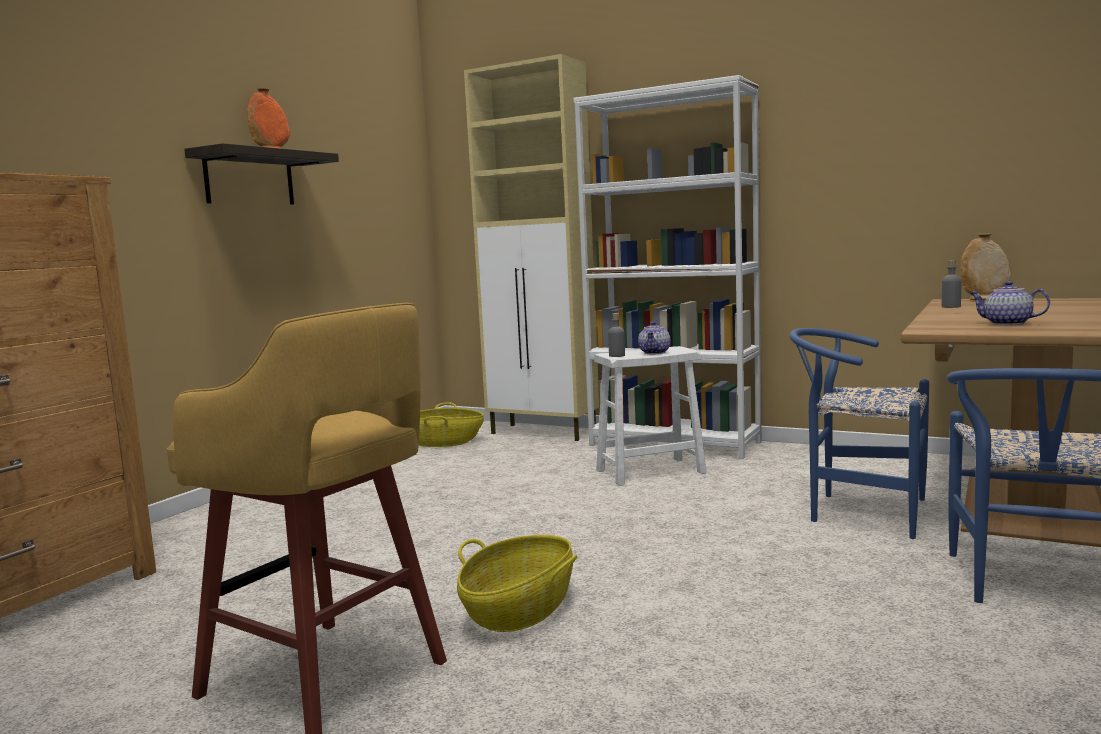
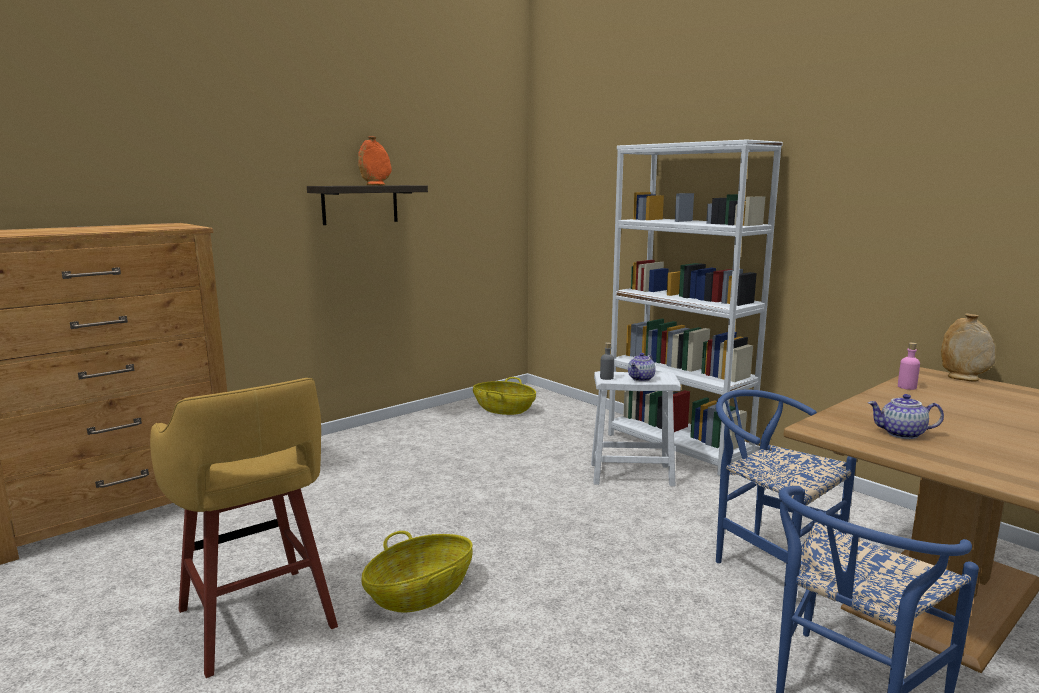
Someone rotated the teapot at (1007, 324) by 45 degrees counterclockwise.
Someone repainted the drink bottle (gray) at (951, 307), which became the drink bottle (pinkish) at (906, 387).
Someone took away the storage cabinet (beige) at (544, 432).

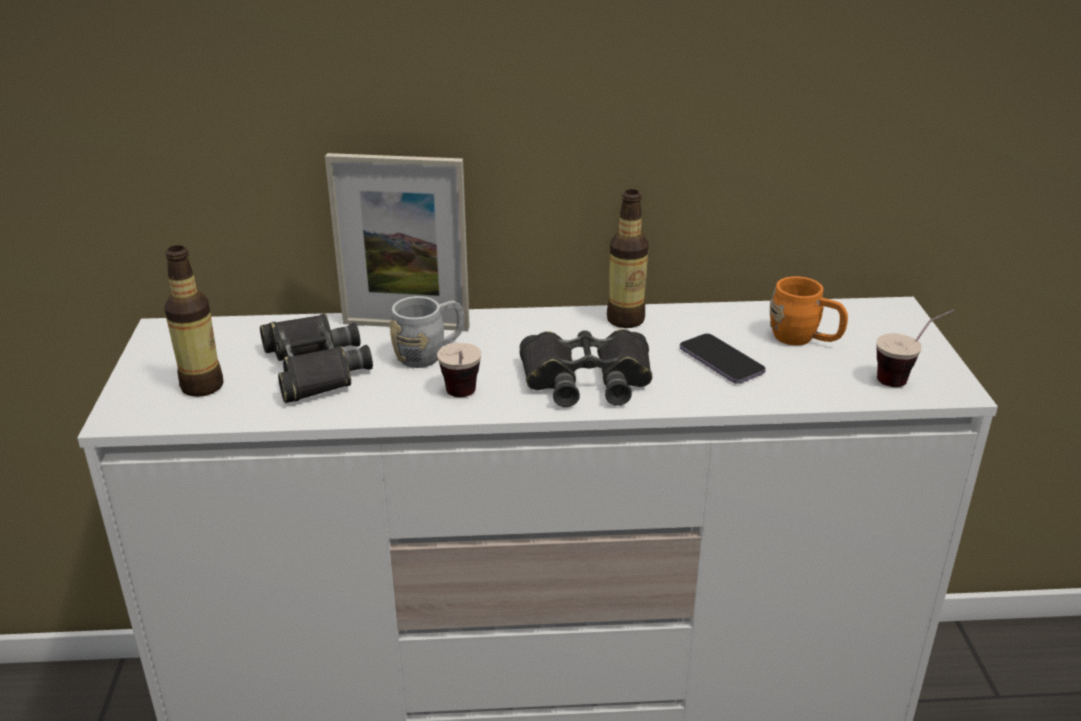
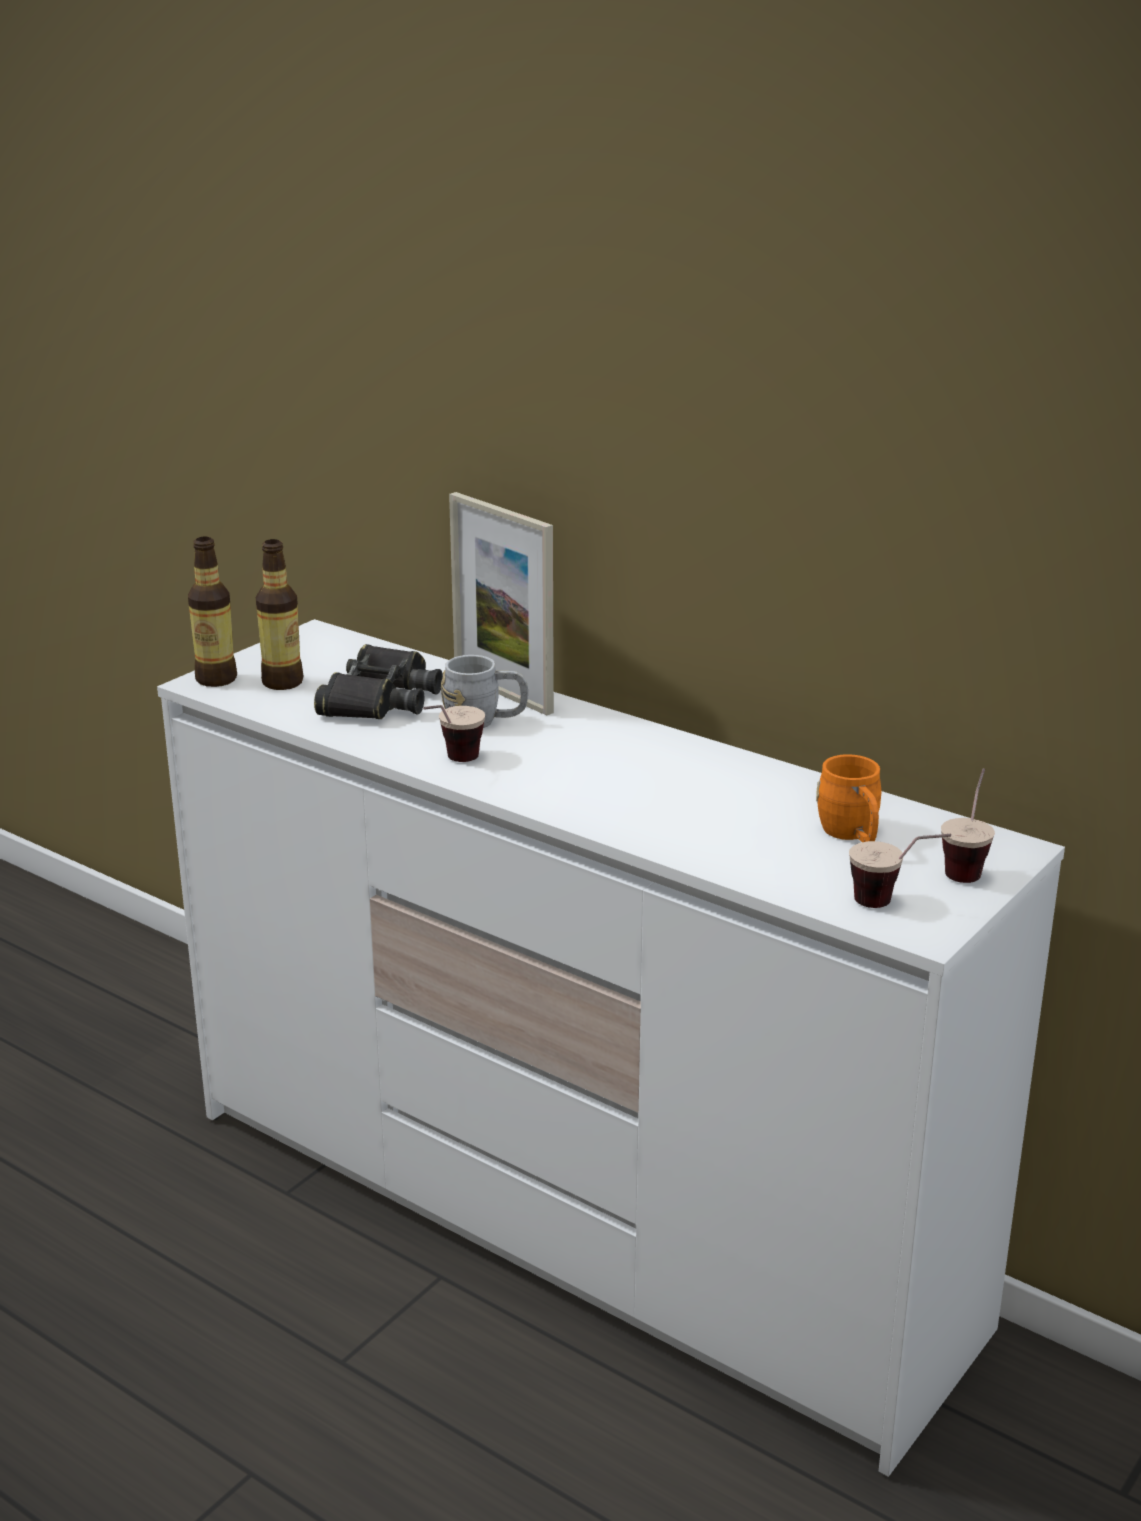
Someone carried the drink bottle from (625, 320) to (216, 679).
Someone put down the cup at (966, 865).
Someone took away the field glasses (black) at (586, 379).
Someone took away the phone at (721, 361).

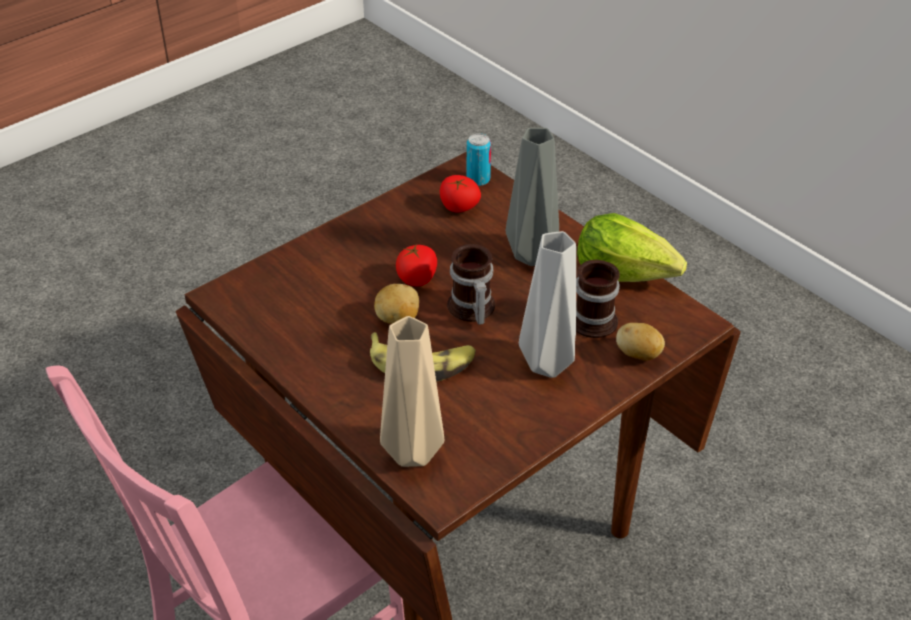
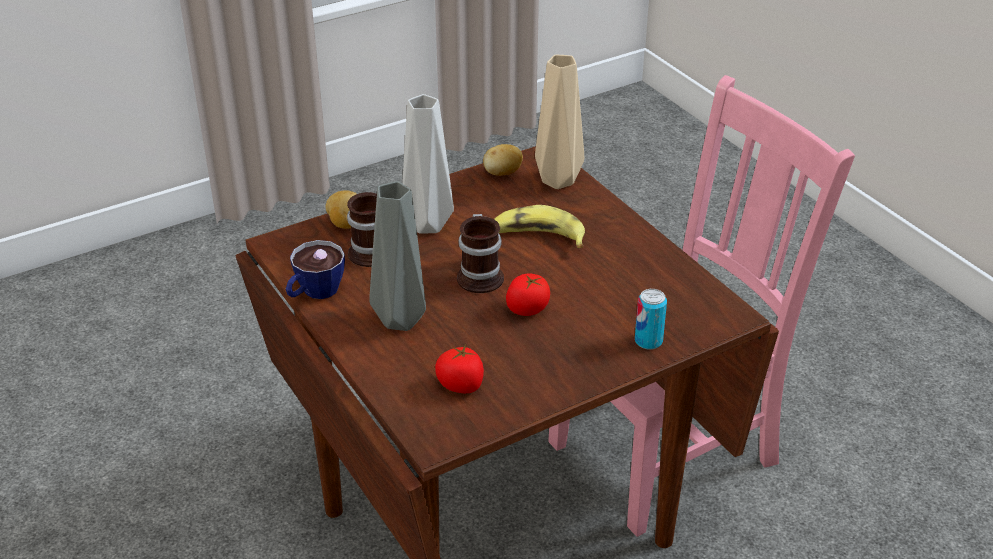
Someone swapped the lettuce at (625, 272) for the cup at (314, 293).
Someone carried the spud from (397, 319) to (502, 173).
Someone carried the can from (478, 179) to (648, 341).

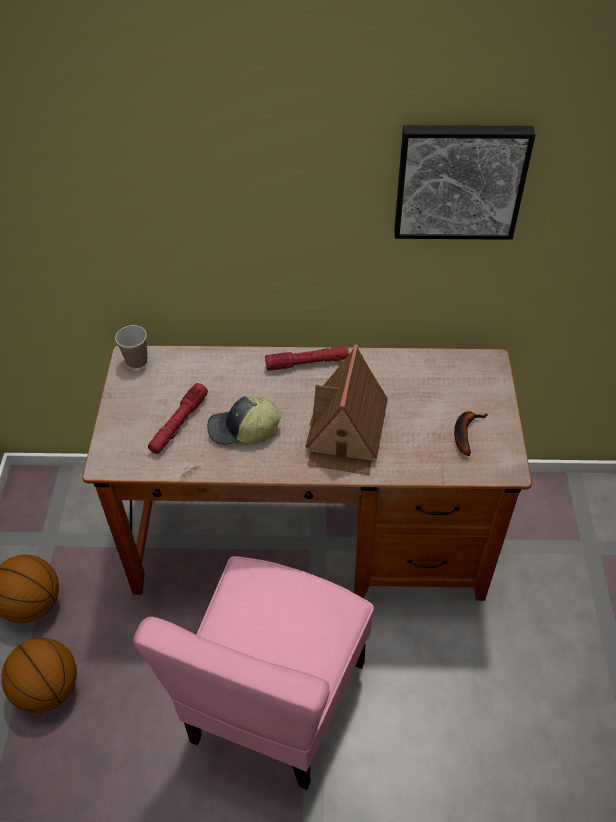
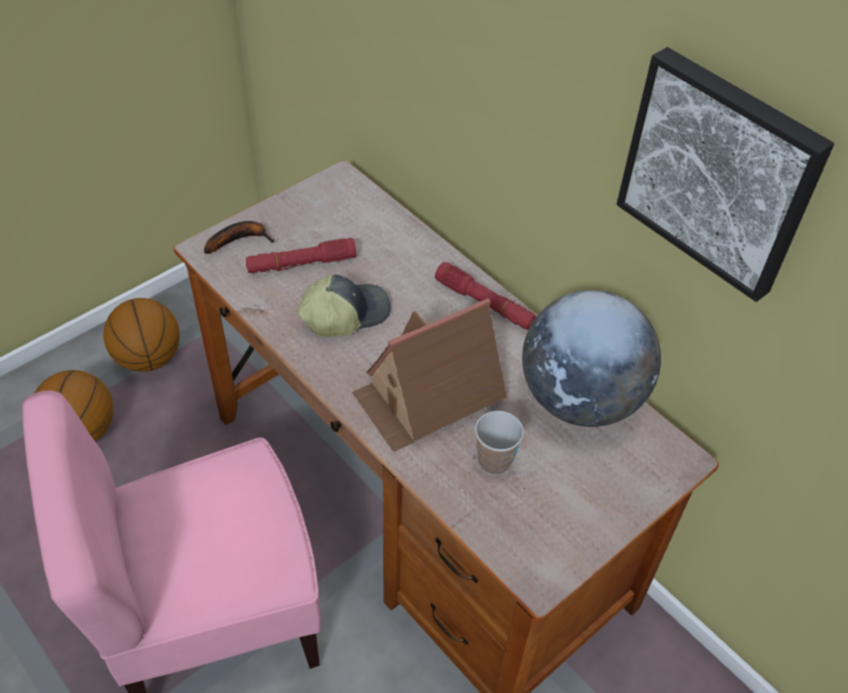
Someone carried the banana from (465, 432) to (240, 240).
Someone rotated the peaked cap at (243, 430) by 105 degrees clockwise.
Someone carried the cup from (136, 361) to (494, 461).
Someone put down the world globe at (580, 399).

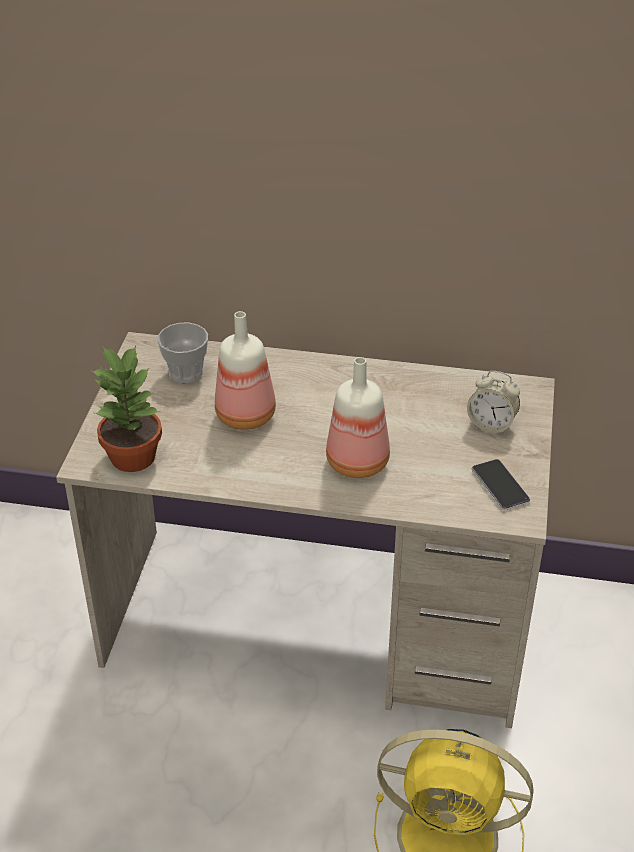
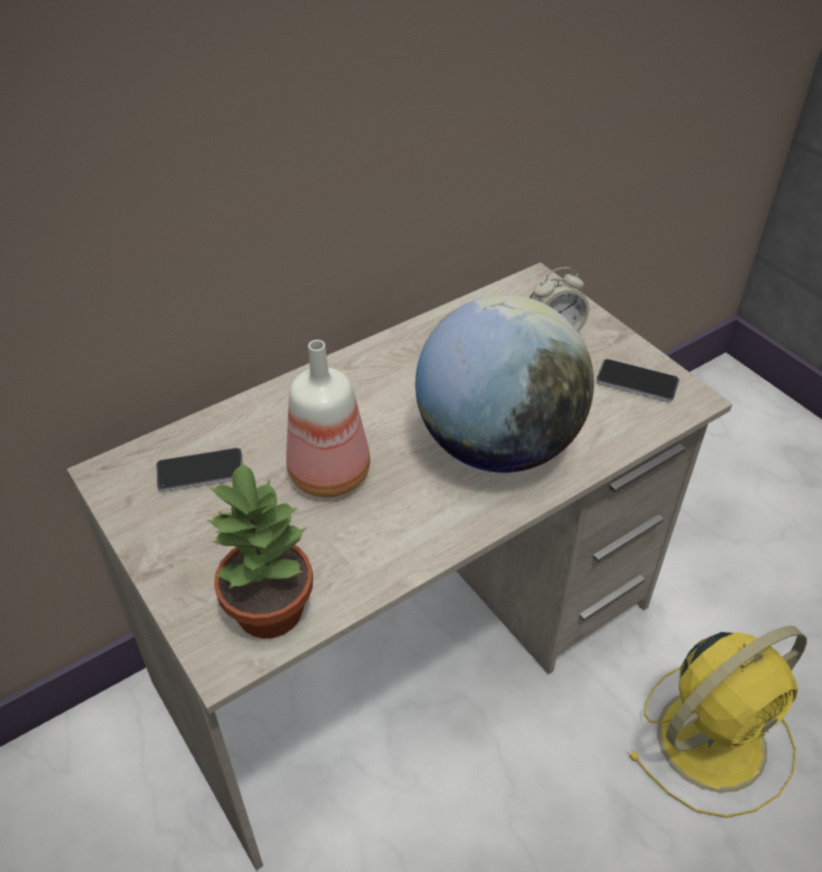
Someone swapped the cup at (185, 372) for the phone at (200, 471).
Someone swapped the drink bottle at (357, 461) for the world globe at (497, 444).

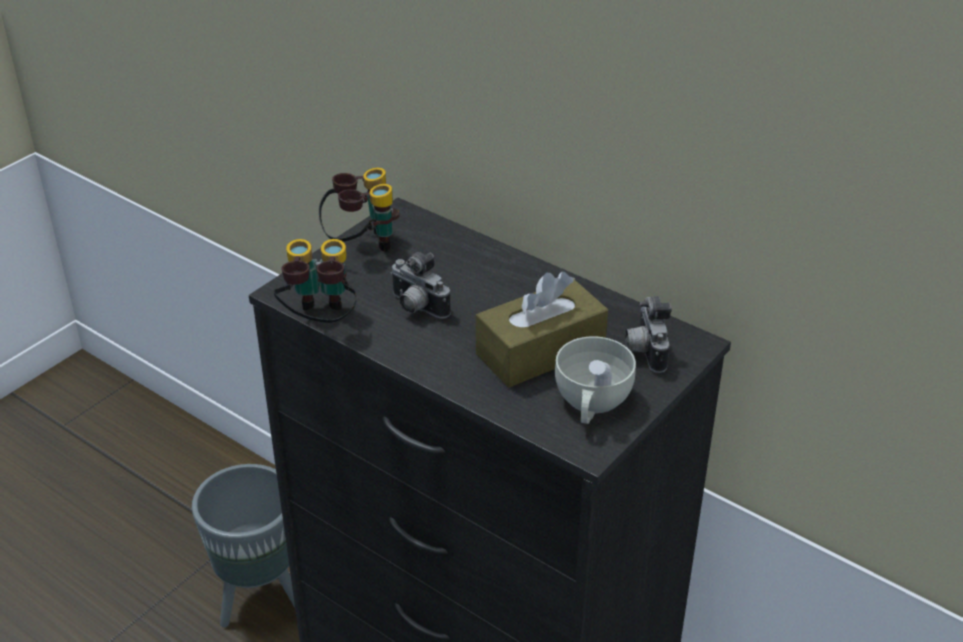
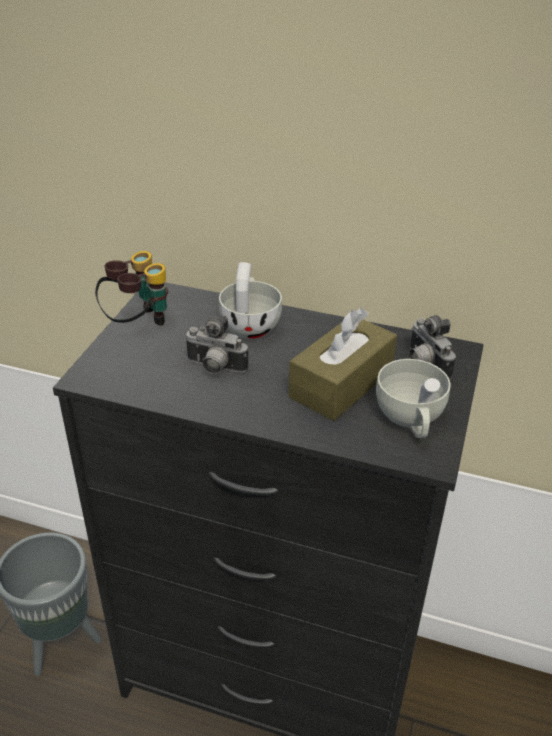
Someone put down the cup (white) at (250, 324).
Someone took away the field glasses at (319, 322).

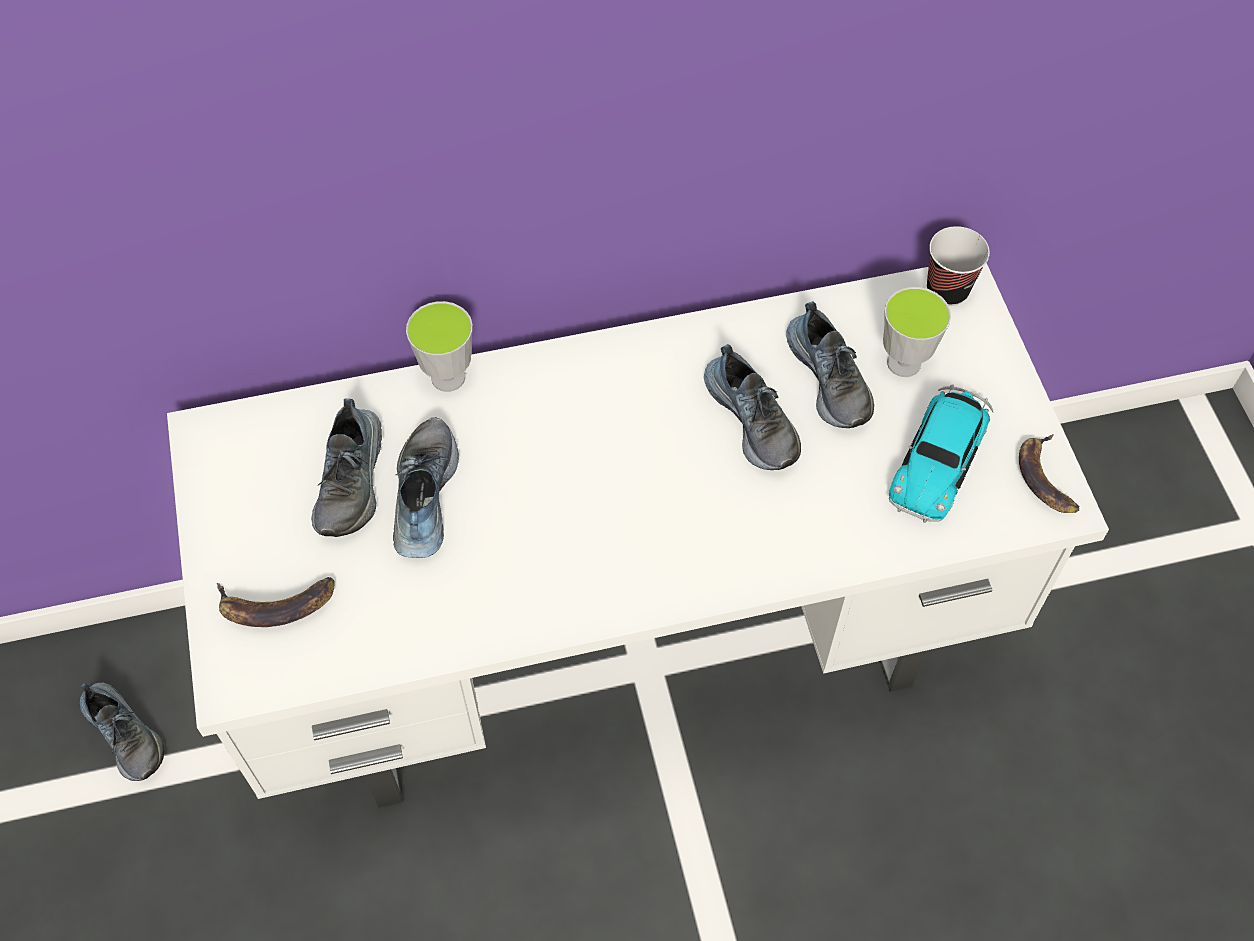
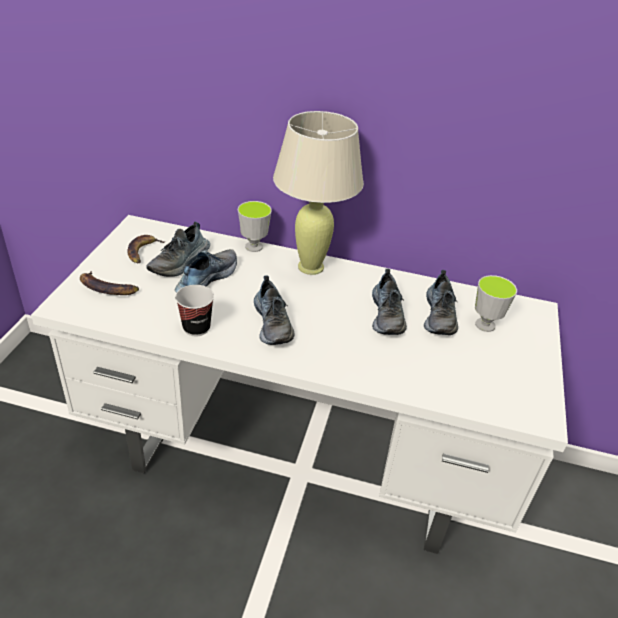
Someone carried the banana from (1046, 478) to (143, 252).
Someone carried the cup from (947, 290) to (196, 328).
Someone carried the item of footwear from (126, 734) to (273, 323).
Someone put down the tabletop lamp (beige) at (311, 267).
Someone took away the miniature car at (939, 457).

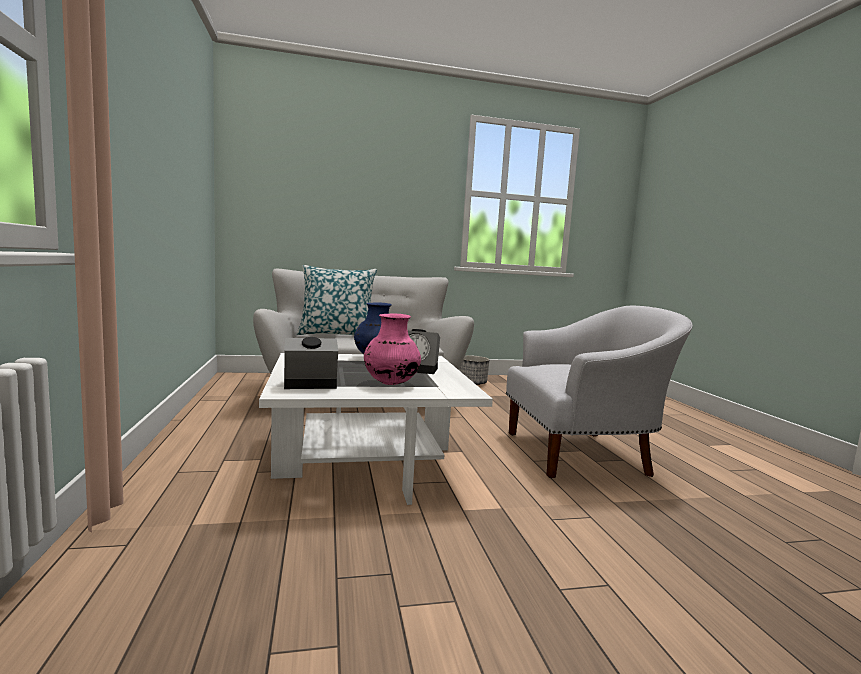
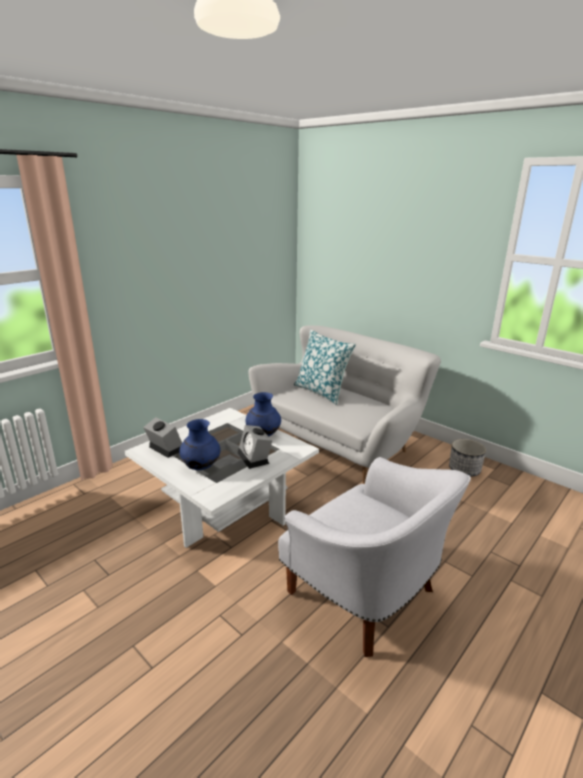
Someone repainted the flower vase (pinkish) at (390, 383), which became the flower vase (blue-coloured) at (201, 466).

